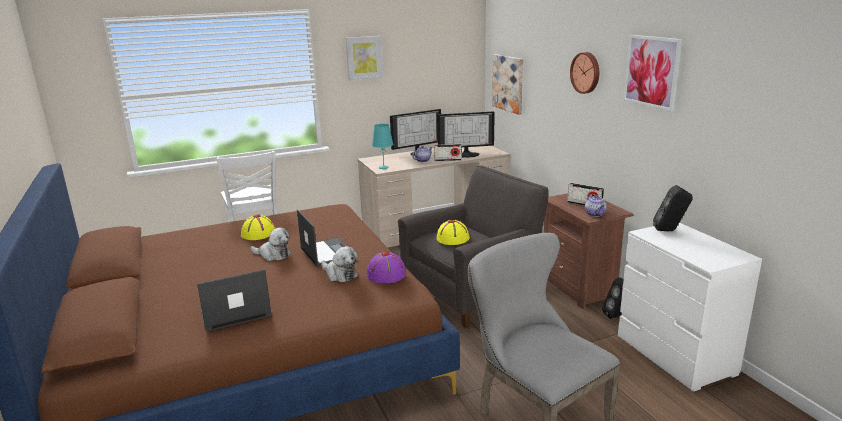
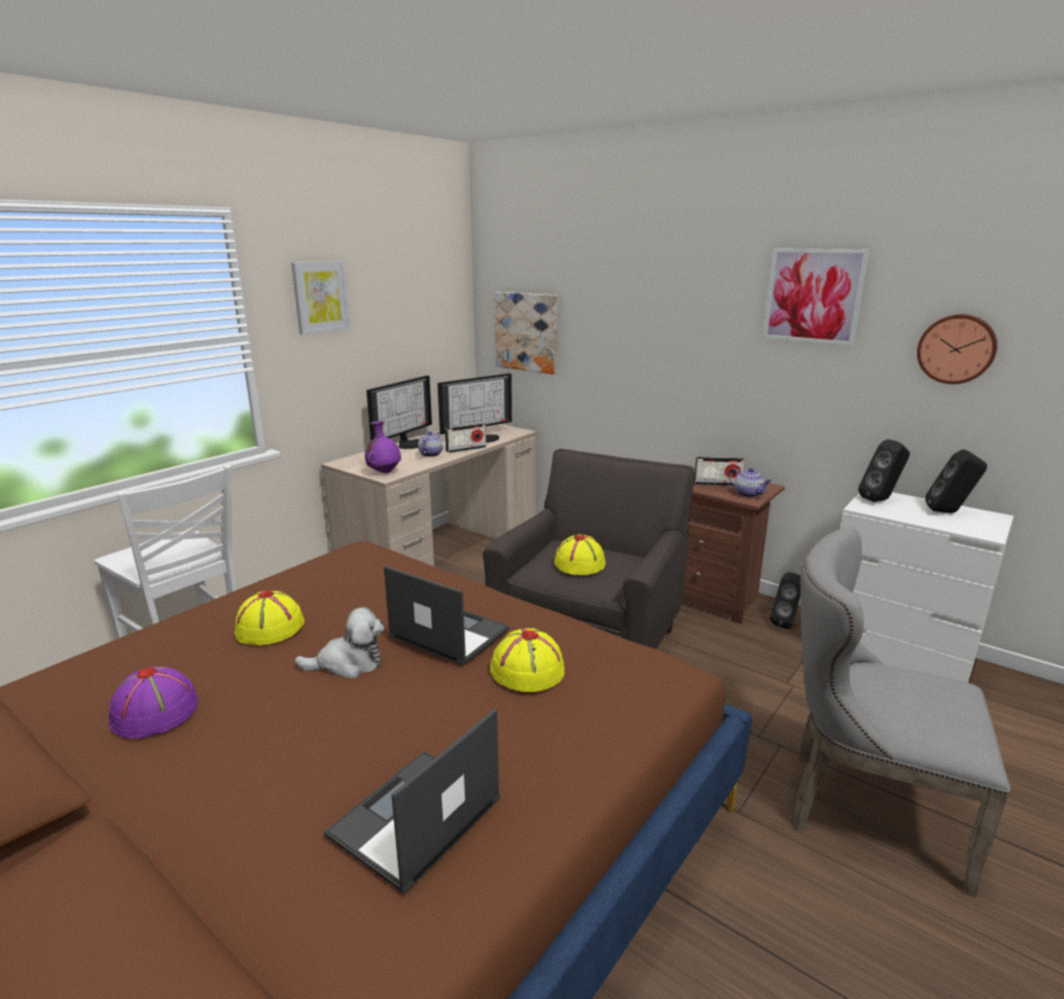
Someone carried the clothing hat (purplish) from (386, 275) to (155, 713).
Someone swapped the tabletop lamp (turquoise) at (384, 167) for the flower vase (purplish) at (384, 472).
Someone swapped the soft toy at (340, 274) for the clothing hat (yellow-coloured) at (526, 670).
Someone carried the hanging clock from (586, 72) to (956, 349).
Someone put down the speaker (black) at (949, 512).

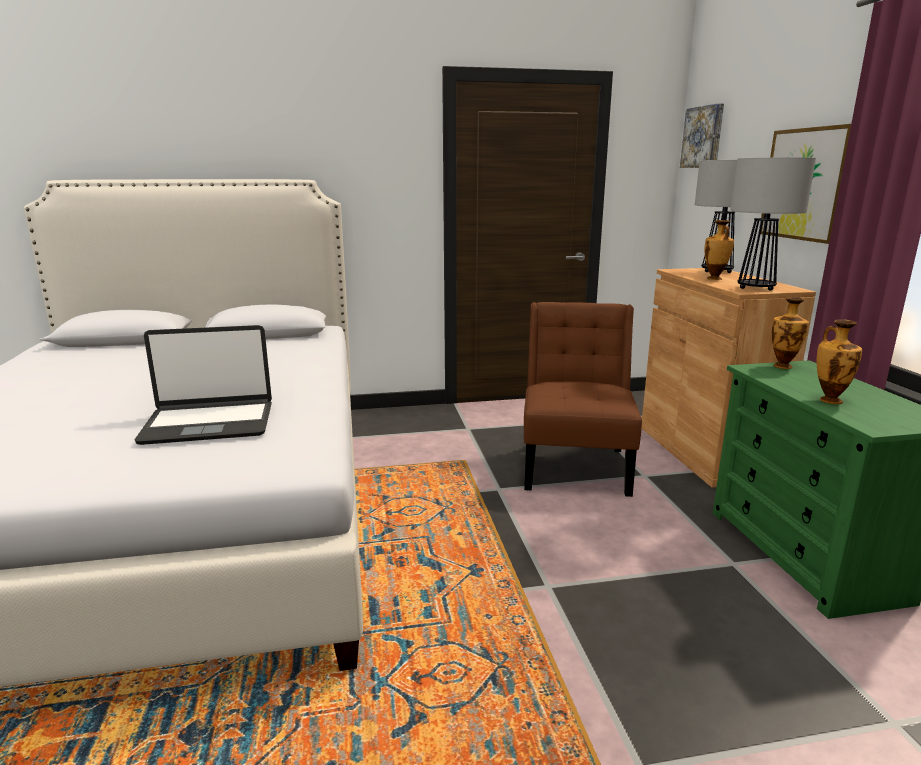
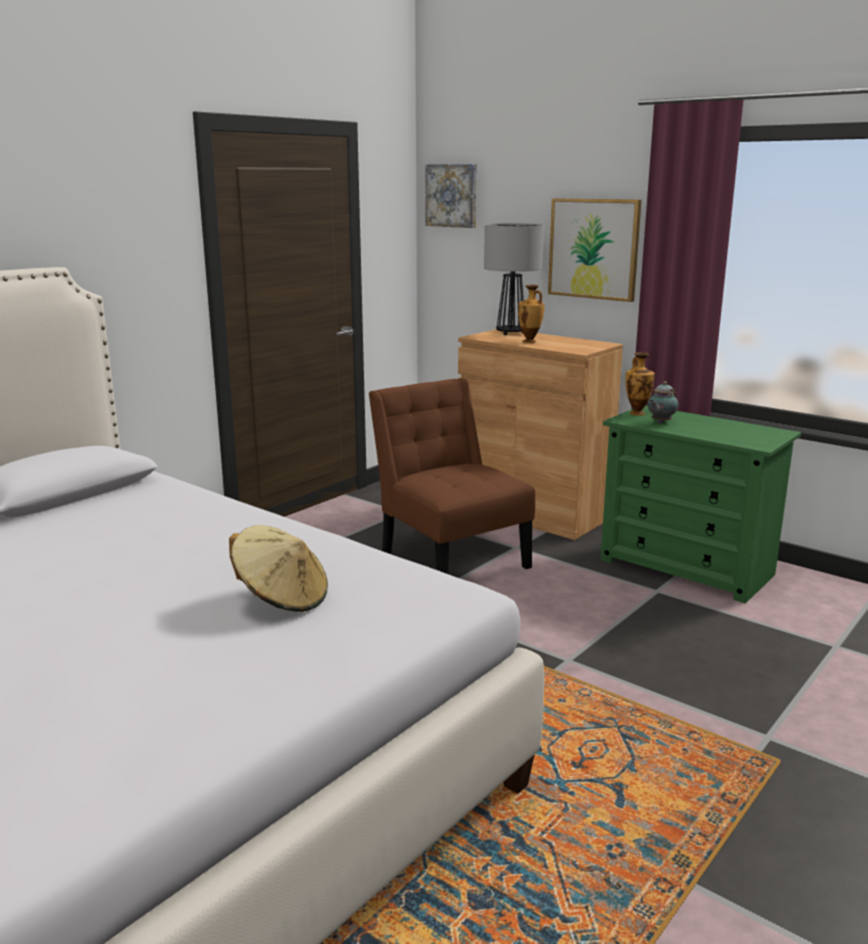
Someone swapped the notebook computer at (209, 423) for the clothing hat (beige) at (282, 598).
Someone put down the teapot at (660, 422).
Someone took away the tabletop lamp at (755, 288).
Someone took away the flower vase at (829, 400).

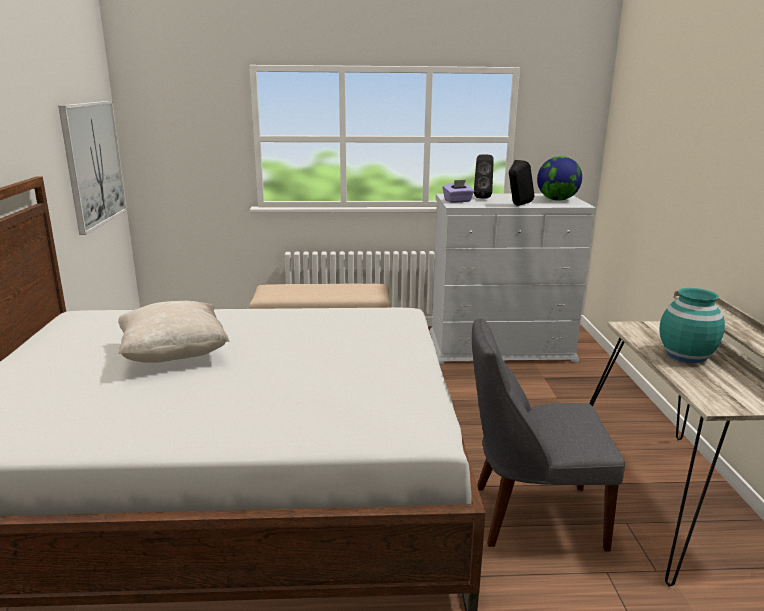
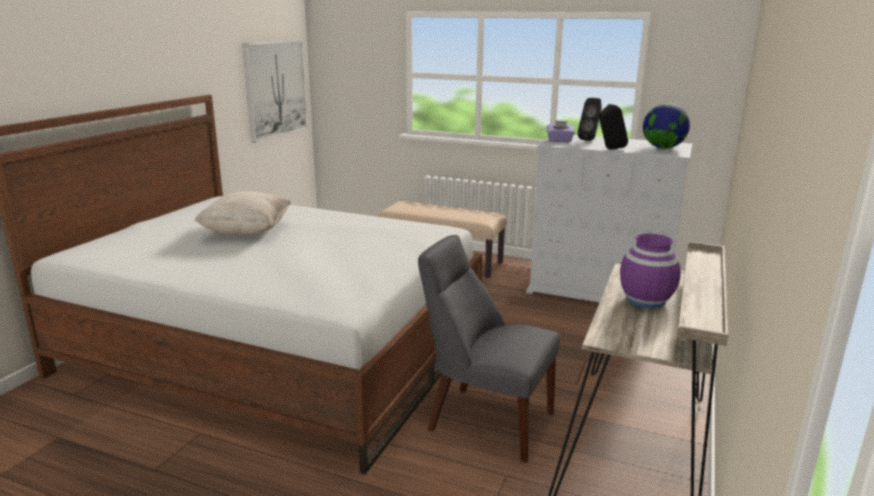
Someone repainted the flower vase (turquoise) at (686, 355), which became the flower vase (purplish) at (646, 300).

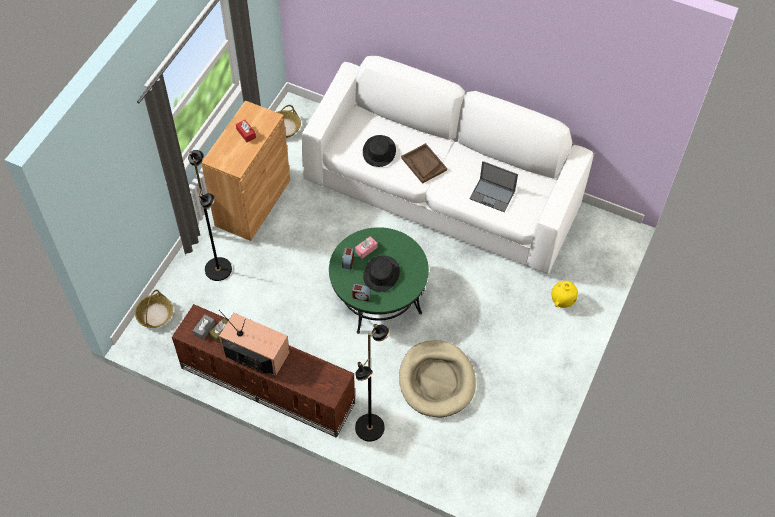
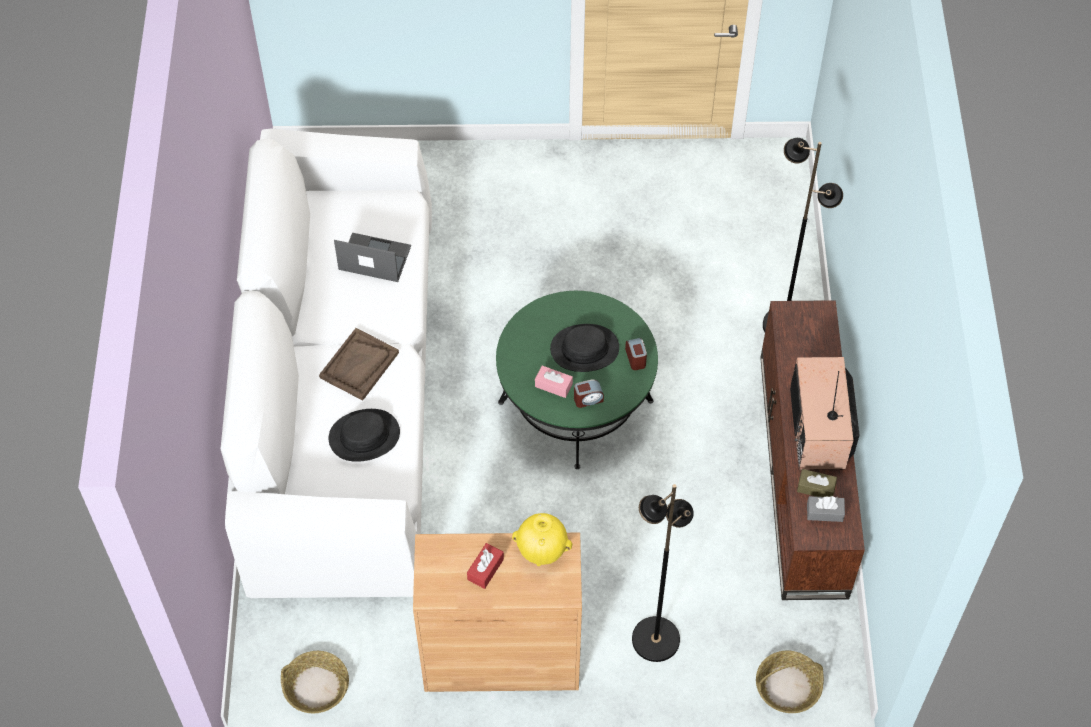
Someone rotated the notebook computer at (492, 195) by 75 degrees counterclockwise.
Someone carried the flower vase (yellow-coloured) from (562, 301) to (542, 551).
Someone took away the dog cushion (beige) at (436, 380).

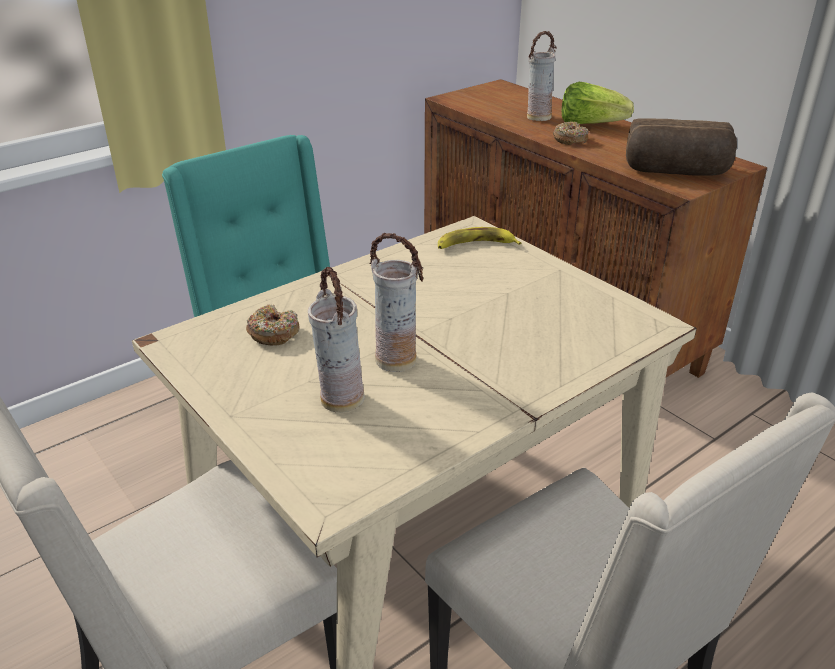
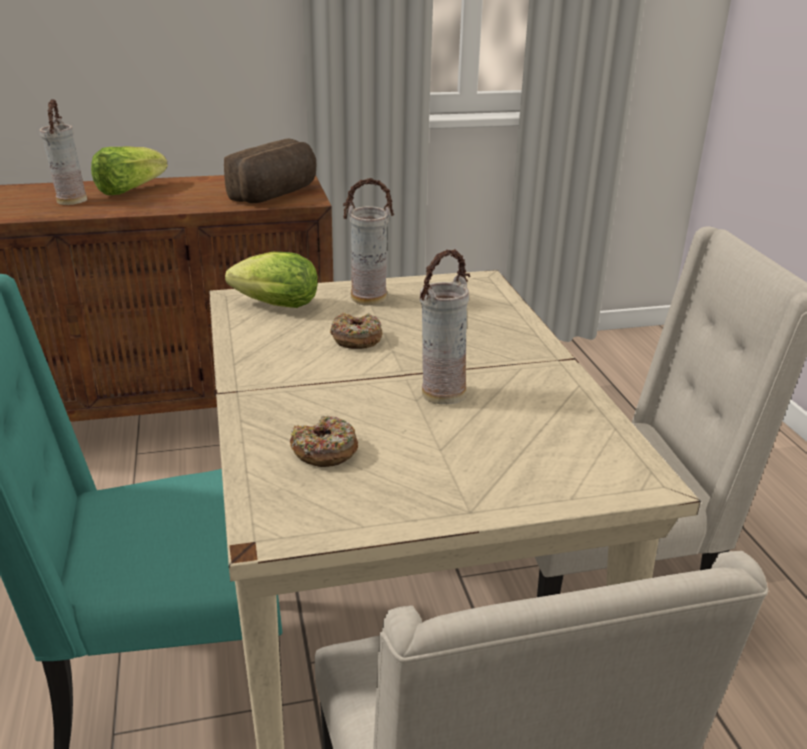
Someone swapped the banana at (475, 245) for the lettuce at (272, 305).
Someone carried the doughnut from (569, 139) to (356, 339).
Someone carried the flower vase from (340, 400) to (368, 299).

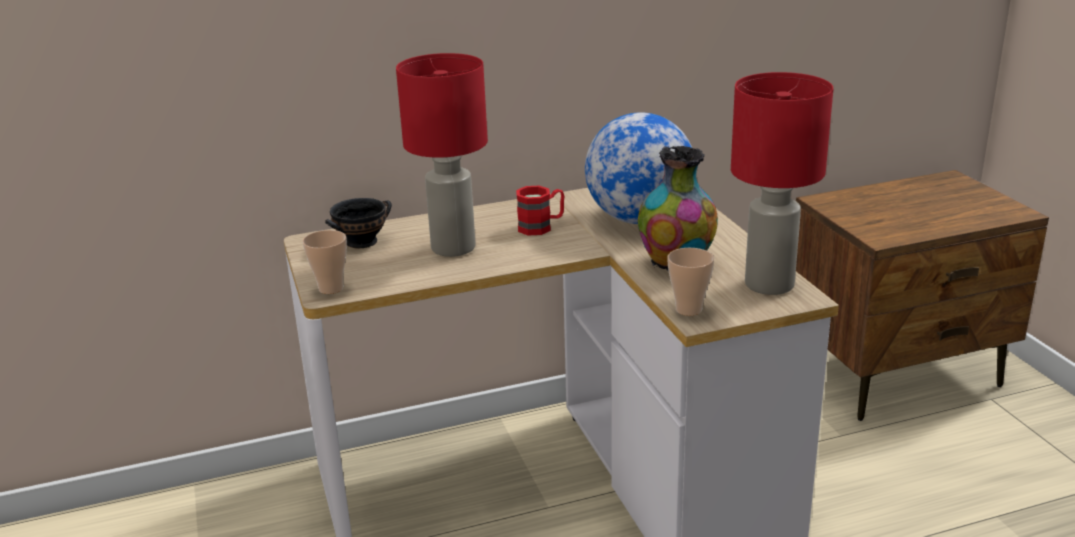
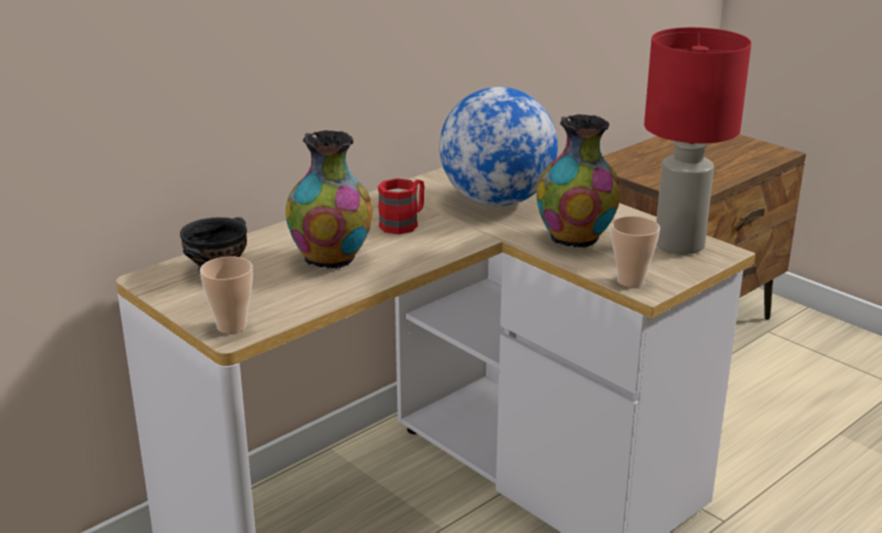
Someone swapped the tabletop lamp (reddish) at (454, 248) for the flower vase at (332, 260).

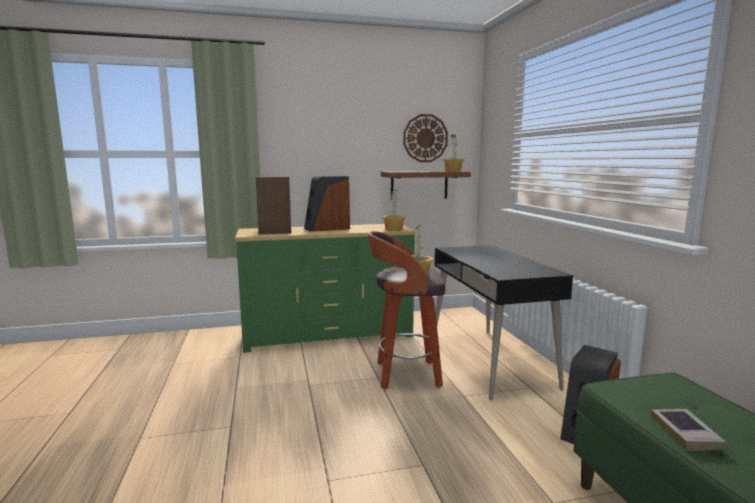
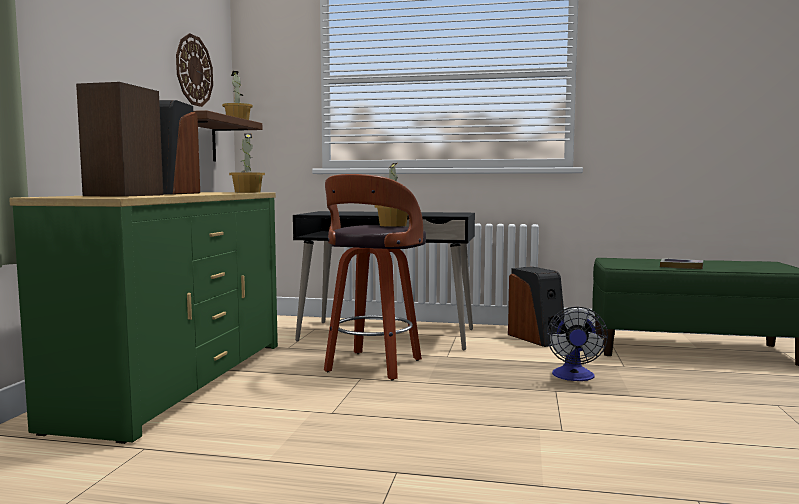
Someone put down the cooling fan at (574, 377).

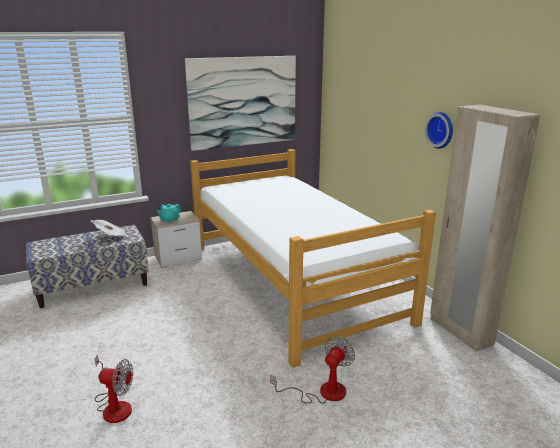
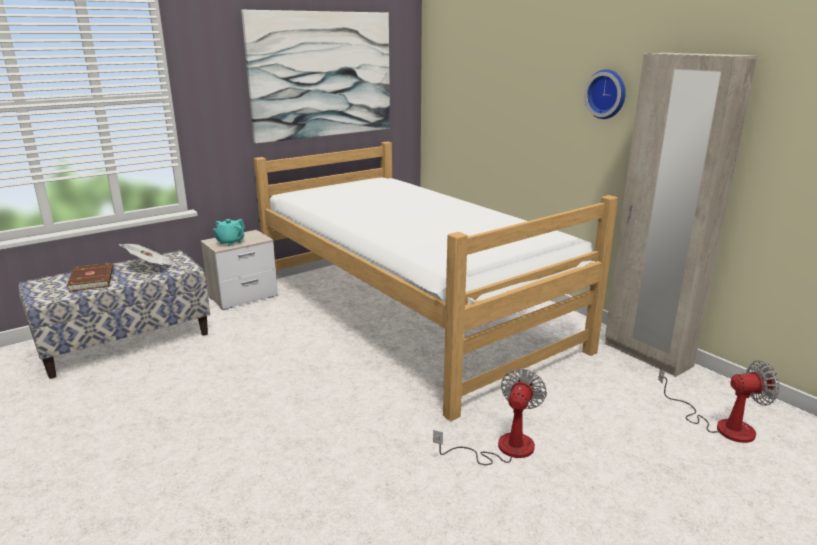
Someone put down the bound book (brown-coloured) at (93, 279).
Someone carried the cooling fan from (114, 406) to (721, 425).

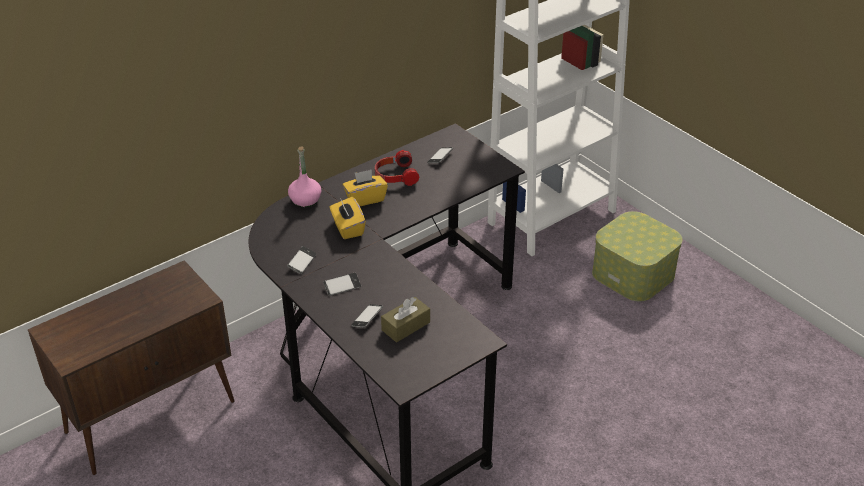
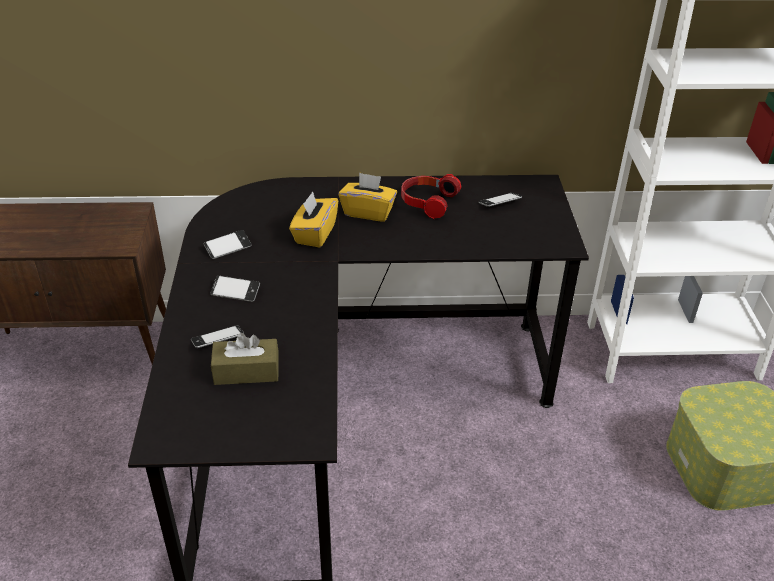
Someone took away the drink bottle (pinkish) at (305, 200).

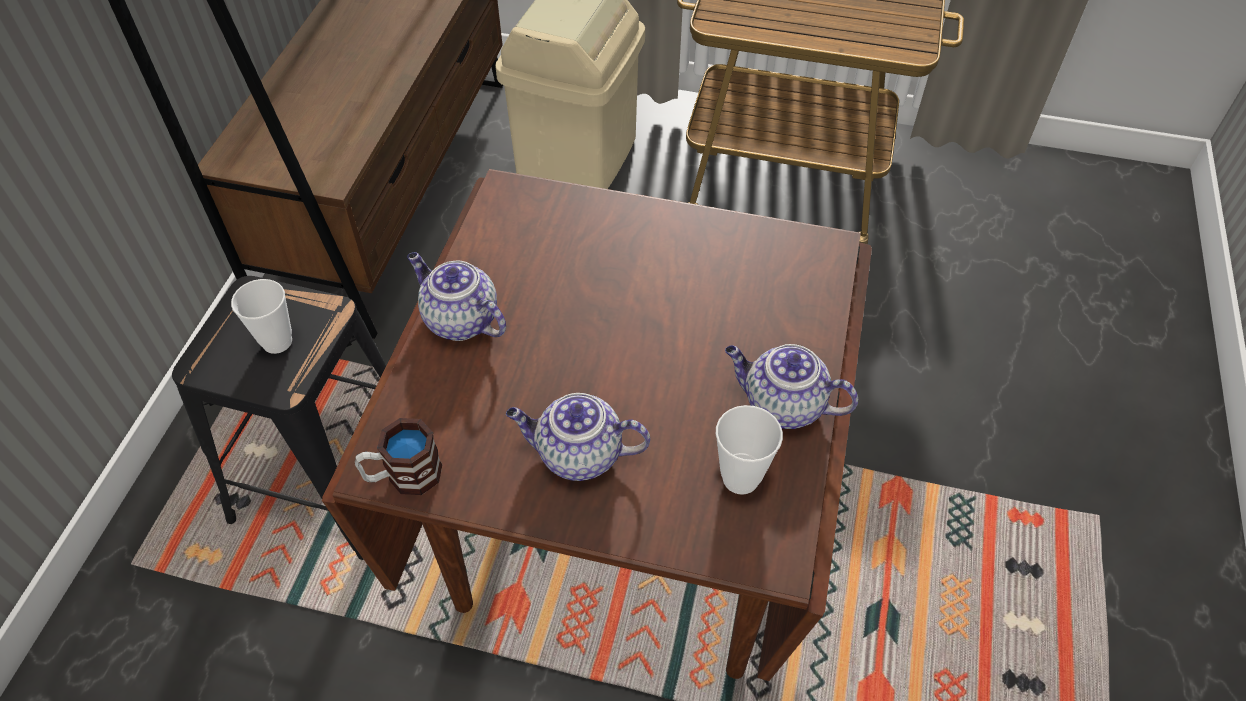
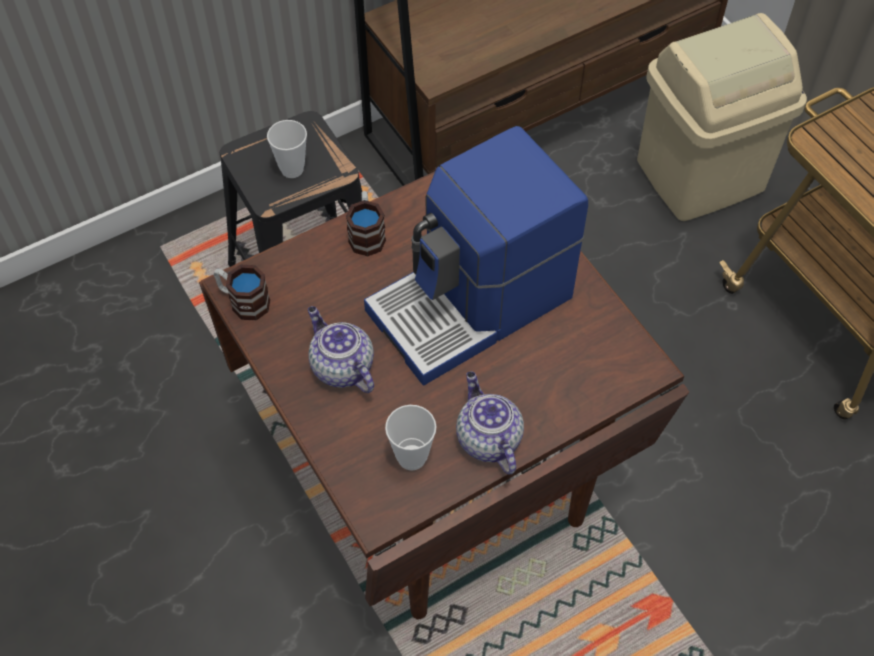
Someone swapped the teapot at (459, 320) for the mug at (366, 234).
Someone put down the coffee maker at (473, 304).

